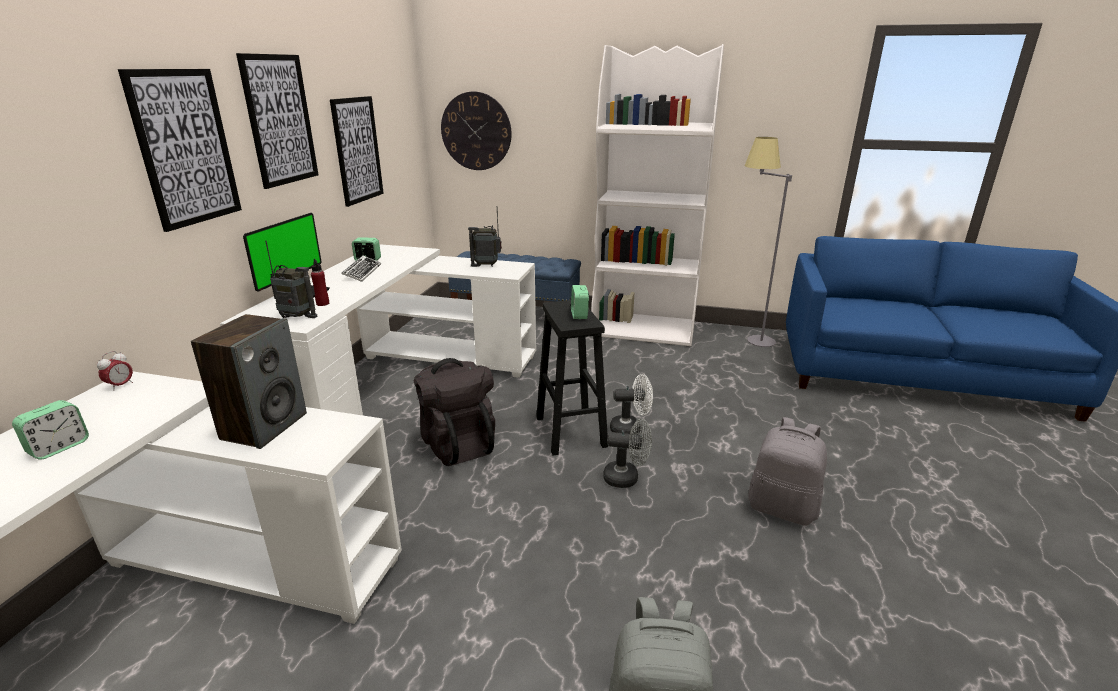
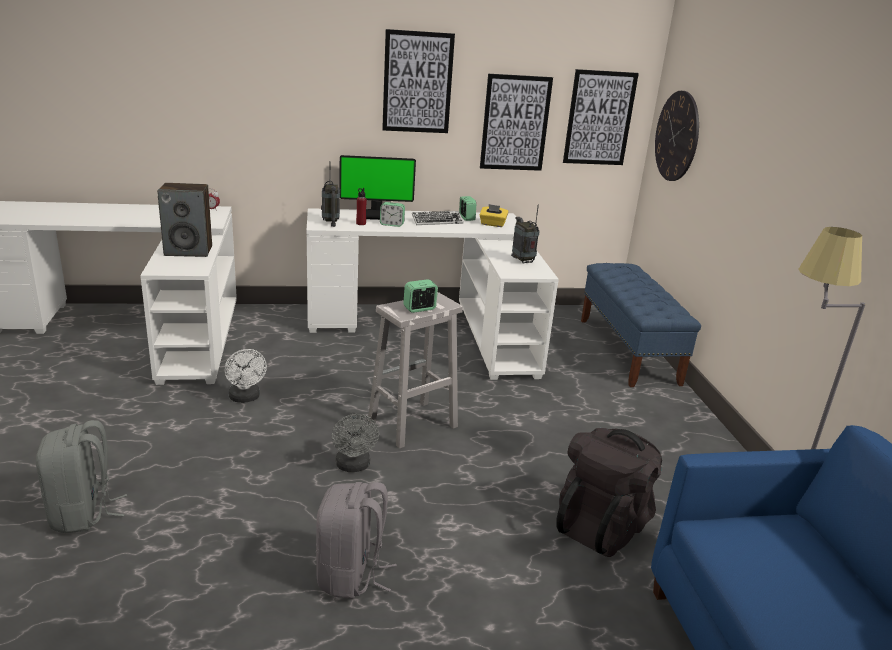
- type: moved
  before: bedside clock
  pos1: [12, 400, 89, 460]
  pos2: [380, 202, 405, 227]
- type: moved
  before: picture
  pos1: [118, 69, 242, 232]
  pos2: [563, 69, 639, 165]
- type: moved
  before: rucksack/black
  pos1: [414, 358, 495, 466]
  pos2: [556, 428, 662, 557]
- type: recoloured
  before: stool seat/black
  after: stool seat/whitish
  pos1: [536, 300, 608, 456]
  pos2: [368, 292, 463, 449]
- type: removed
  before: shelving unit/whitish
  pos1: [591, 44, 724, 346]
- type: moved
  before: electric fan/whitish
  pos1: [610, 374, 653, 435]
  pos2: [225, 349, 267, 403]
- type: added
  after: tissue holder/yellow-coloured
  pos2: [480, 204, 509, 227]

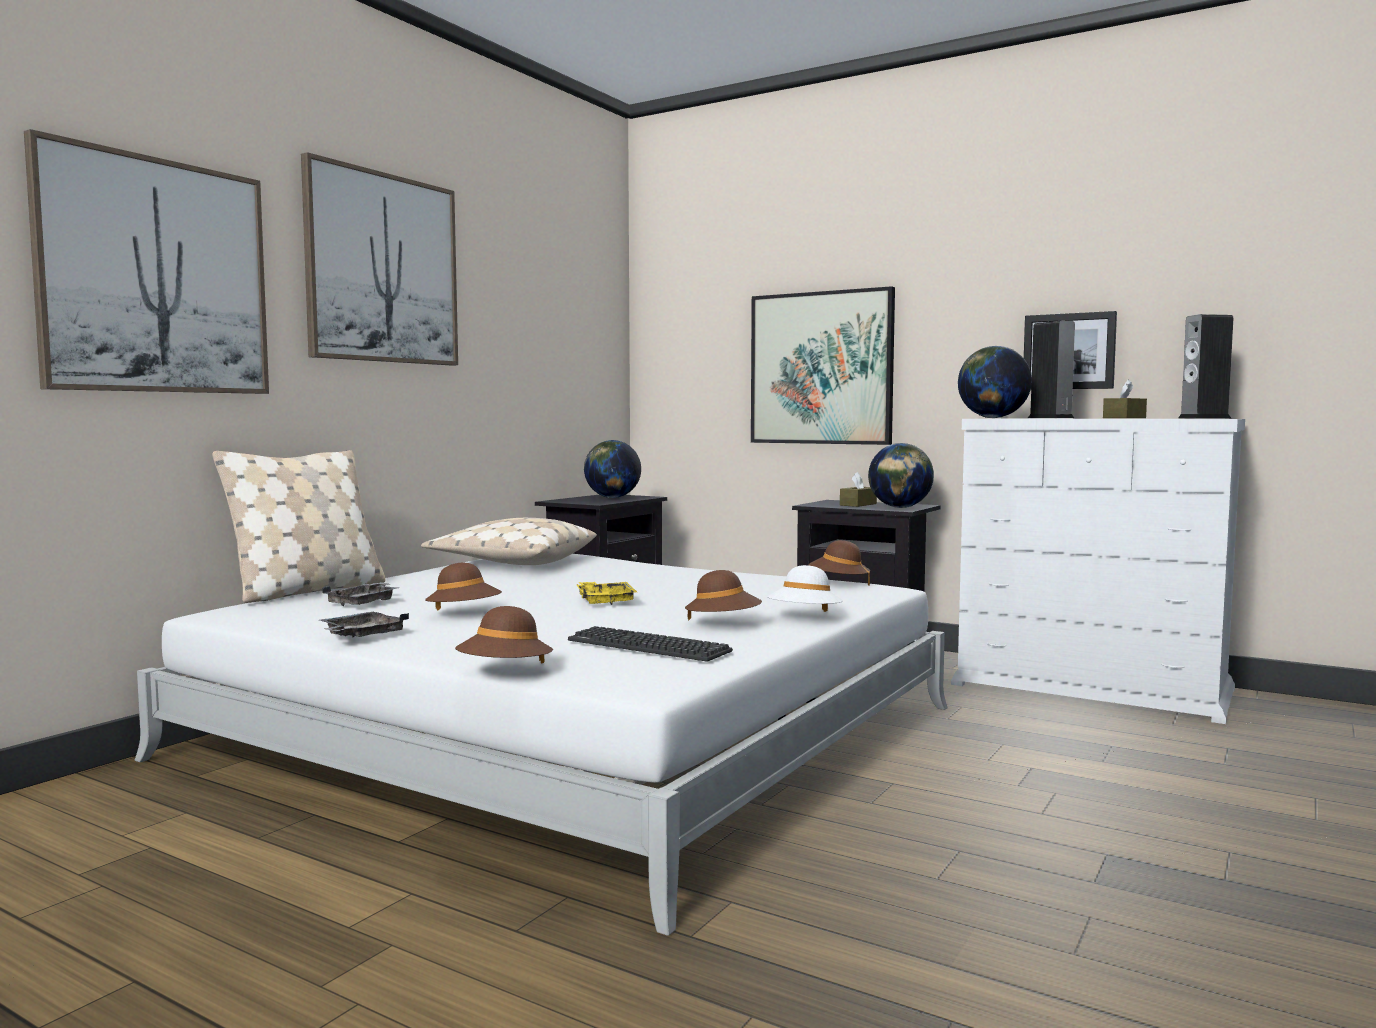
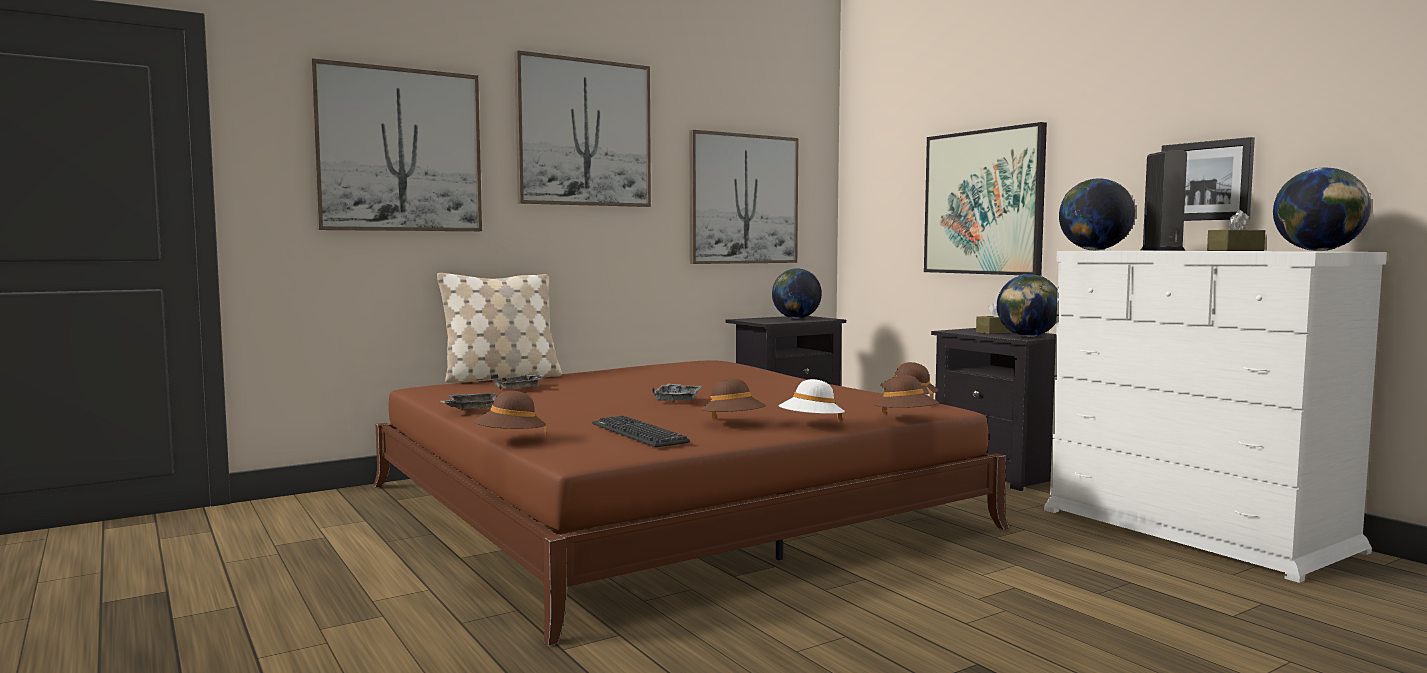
- type: recoloured
  before: bed/whitish
  after: bed/brown
  pos1: [135, 554, 948, 936]
  pos2: [374, 361, 1009, 646]
- type: removed
  before: throw pillow/beige
  pos1: [421, 518, 597, 565]
- type: moved
  before: clothing hat/brown
  pos1: [425, 563, 502, 611]
  pos2: [873, 375, 939, 415]
- type: recoloured
  before: serving tray/yellow-coloured
  after: serving tray/greyish
  pos1: [577, 582, 637, 605]
  pos2: [652, 384, 702, 403]
- type: replaced
  before: loudspeaker
  after: desk globe
  pos1: [1178, 314, 1233, 418]
  pos2: [1273, 168, 1371, 251]
- type: added
  after: picture
  pos2: [690, 130, 798, 264]

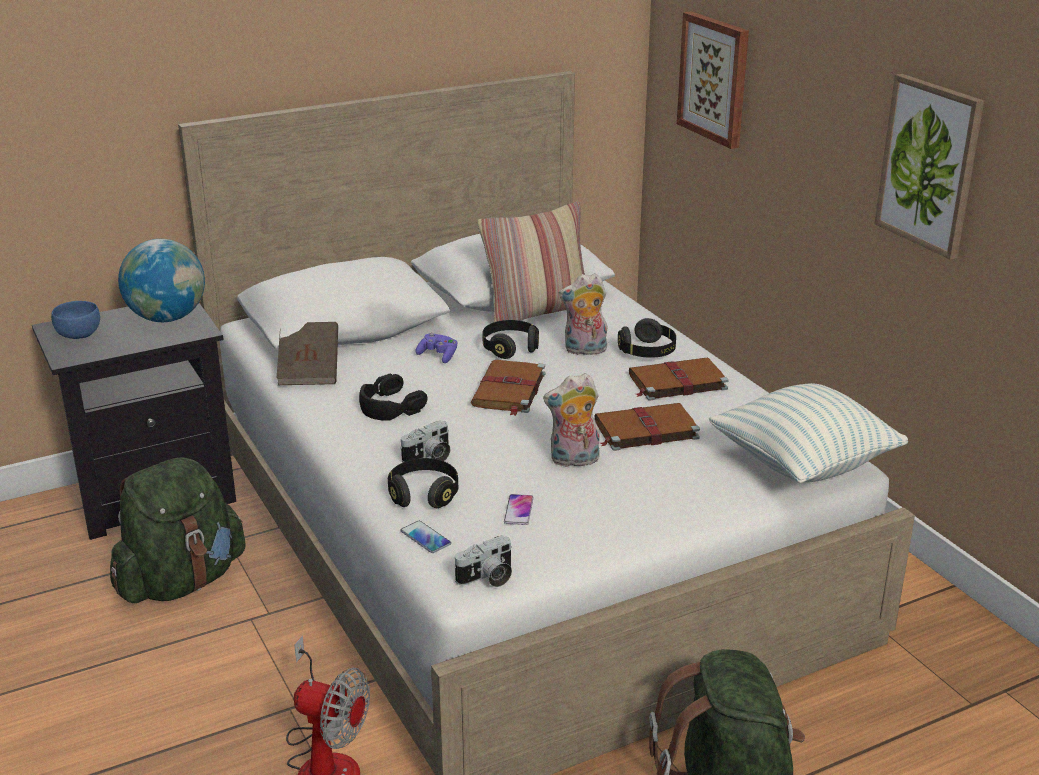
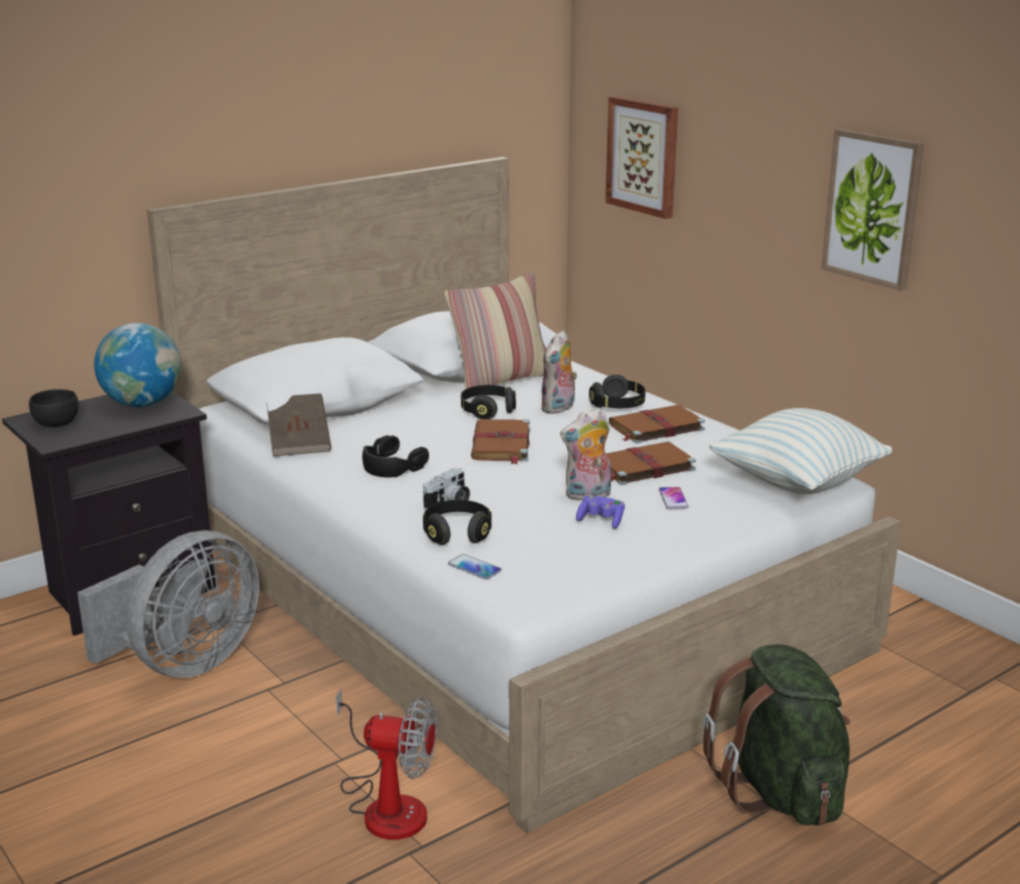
- type: recoloured
  before: deep dish/bluish
  after: deep dish/black
  pos1: [51, 301, 100, 339]
  pos2: [29, 389, 79, 427]
- type: replaced
  before: rucksack/green
  after: electric fan/greyish
  pos1: [110, 457, 246, 603]
  pos2: [77, 530, 259, 678]
- type: moved
  before: game controller/purple
  pos1: [415, 333, 457, 363]
  pos2: [576, 495, 625, 529]
- type: removed
  before: still camera
  pos1: [454, 535, 512, 587]
- type: moved
  before: phone
  pos1: [504, 494, 534, 525]
  pos2: [659, 487, 688, 509]
- type: turned
  before: soft toy
  pos1: [559, 273, 607, 355]
  pos2: [541, 330, 577, 414]
  turn: -45

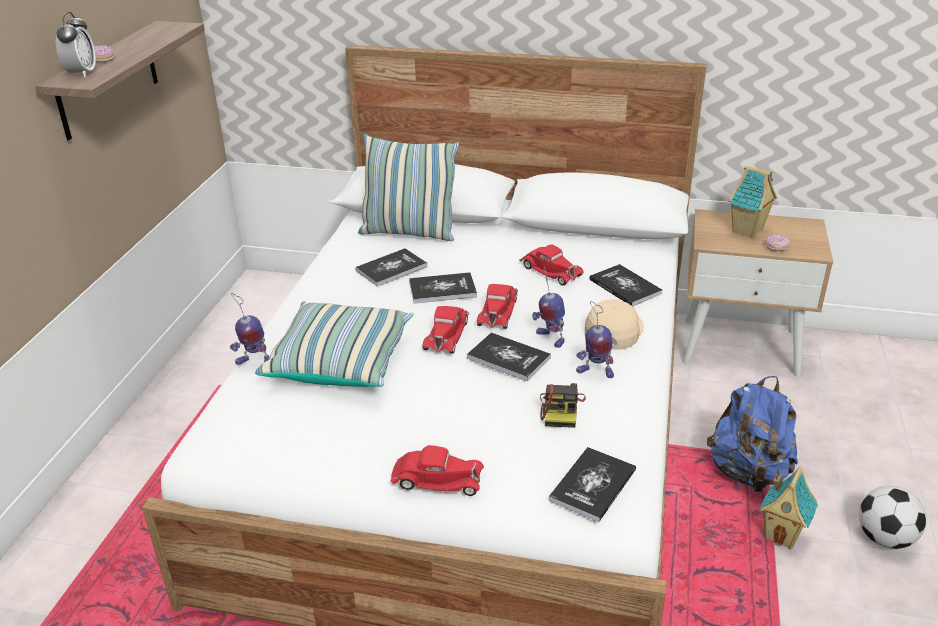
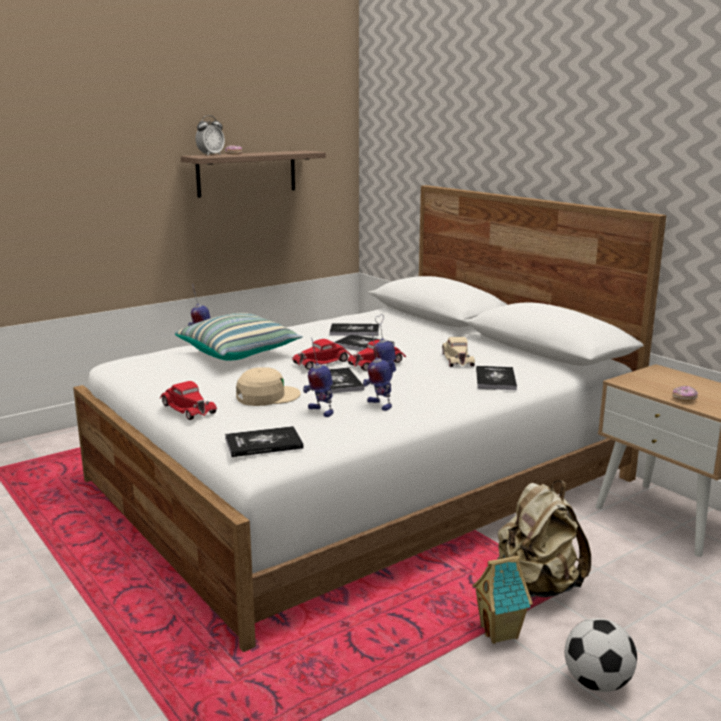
- type: removed
  before: throw pillow
  pos1: [358, 134, 459, 241]
- type: recoloured
  before: toy car/reddish
  after: toy car/beige
  pos1: [519, 244, 584, 286]
  pos2: [442, 337, 475, 367]
- type: replaced
  before: still camera
  after: toy robot
  pos1: [540, 383, 586, 428]
  pos2: [303, 337, 333, 417]
- type: moved
  before: peaked cap/beige
  pos1: [585, 299, 644, 350]
  pos2: [236, 367, 301, 406]
- type: recoloured
  before: rucksack/bluish
  after: rucksack/beige
  pos1: [707, 376, 798, 492]
  pos2: [498, 480, 591, 597]
- type: removed
  before: model house
  pos1: [729, 165, 777, 238]

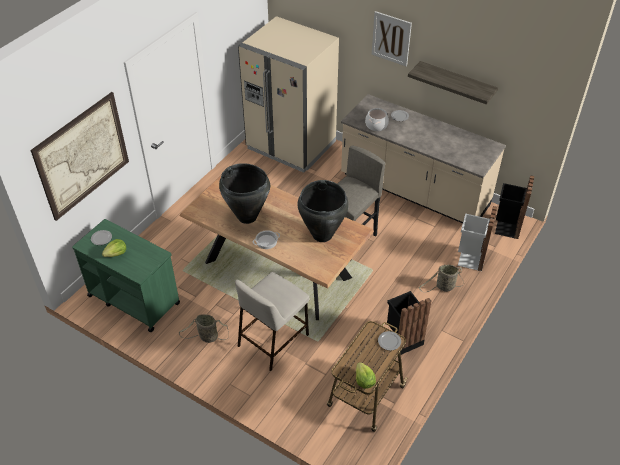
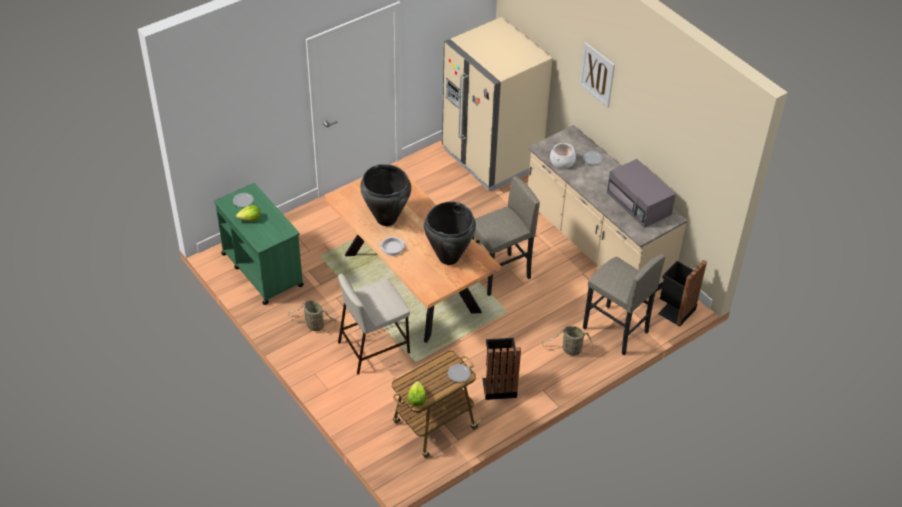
- type: removed
  before: picture
  pos1: [30, 92, 129, 221]
- type: removed
  before: bracket shelf
  pos1: [408, 61, 498, 104]
- type: replaced
  before: trash can/whitish
  after: stool seat/greyish
  pos1: [458, 206, 497, 271]
  pos2: [583, 254, 665, 355]
- type: added
  after: kitchen microwave/greyish
  pos2: [607, 159, 676, 228]

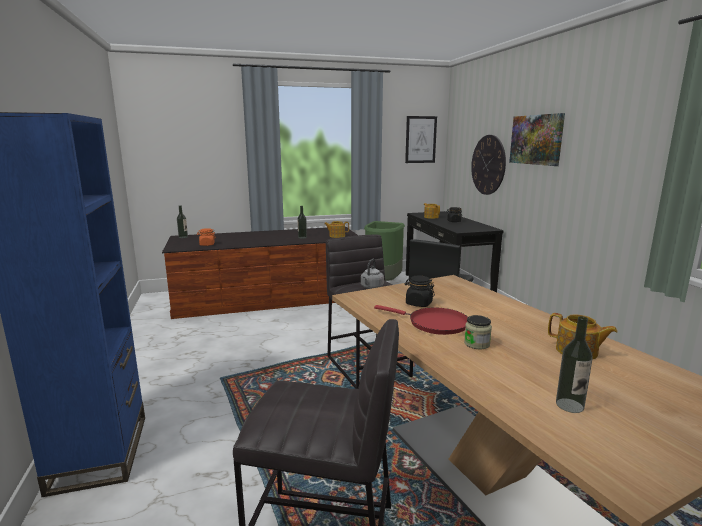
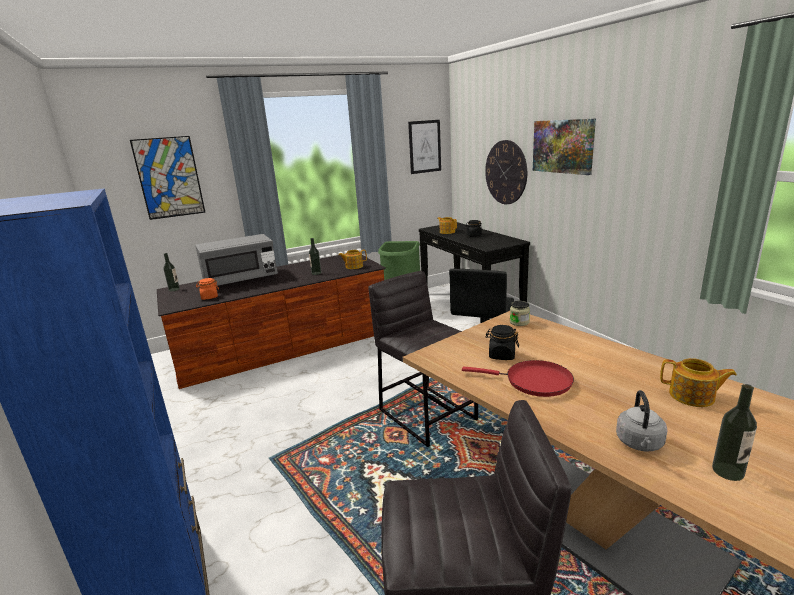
- type: moved
  before: tea kettle/greyish
  pos1: [361, 259, 384, 289]
  pos2: [616, 390, 668, 451]
- type: moved
  before: preserve jar
  pos1: [464, 315, 492, 349]
  pos2: [510, 301, 530, 326]
- type: added
  after: picture
  pos2: [130, 136, 206, 220]
- type: added
  after: kitchen microwave/greyish
  pos2: [195, 234, 278, 286]

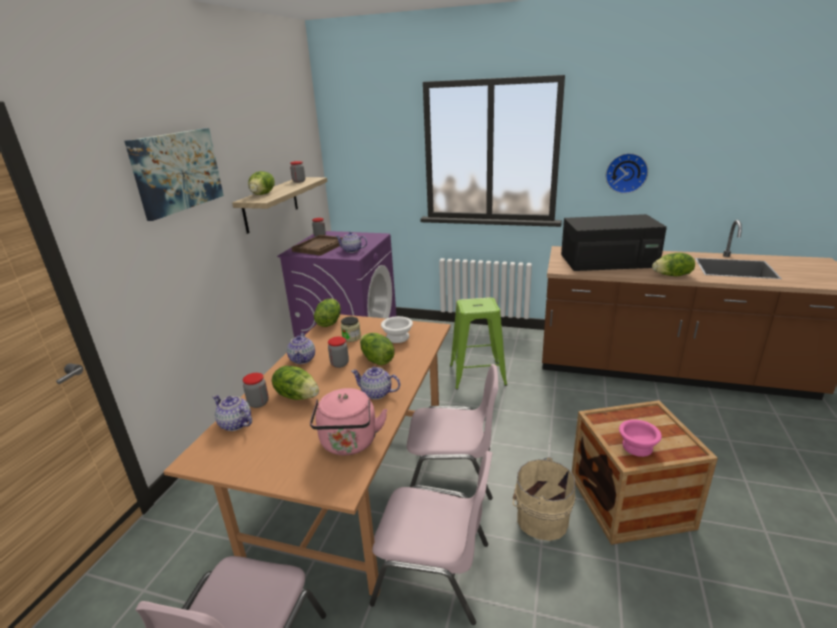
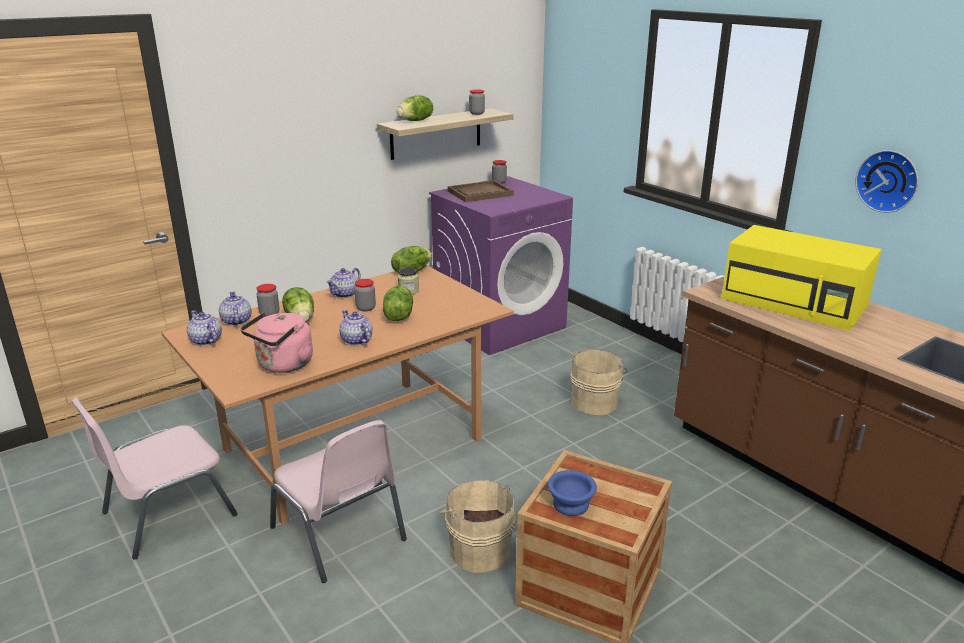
- type: removed
  before: picture
  pos1: [124, 128, 224, 221]
- type: moved
  before: teapot
  pos1: [335, 232, 367, 253]
  pos2: [187, 311, 222, 346]
- type: removed
  before: deep dish/whitish
  pos1: [381, 316, 413, 343]
- type: removed
  before: upright chair/pink
  pos1: [407, 364, 498, 500]
- type: replaced
  before: stool seat/green
  after: bucket/beige
  pos1: [450, 297, 507, 390]
  pos2: [571, 349, 628, 415]
- type: recoloured
  before: kitchen microwave/black
  after: kitchen microwave/yellow-coloured
  pos1: [561, 214, 667, 271]
  pos2: [721, 225, 881, 330]
- type: recoloured
  before: deep dish/pink
  after: deep dish/bluish
  pos1: [619, 419, 662, 457]
  pos2: [548, 470, 597, 516]
- type: removed
  before: head of lettuce
  pos1: [652, 253, 695, 276]

